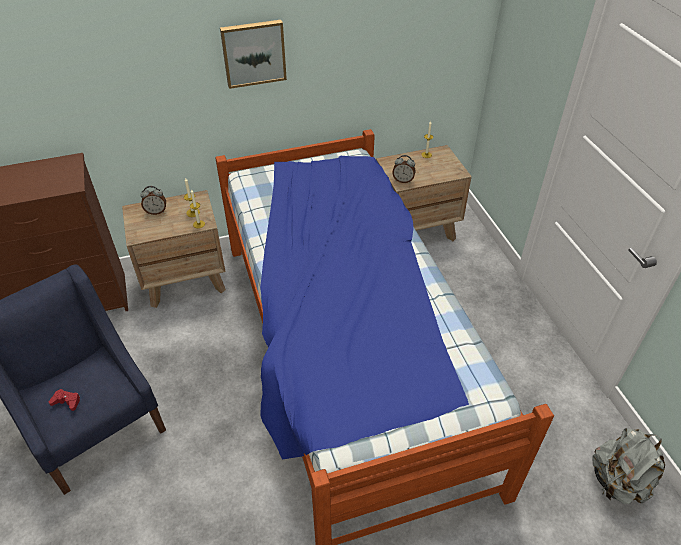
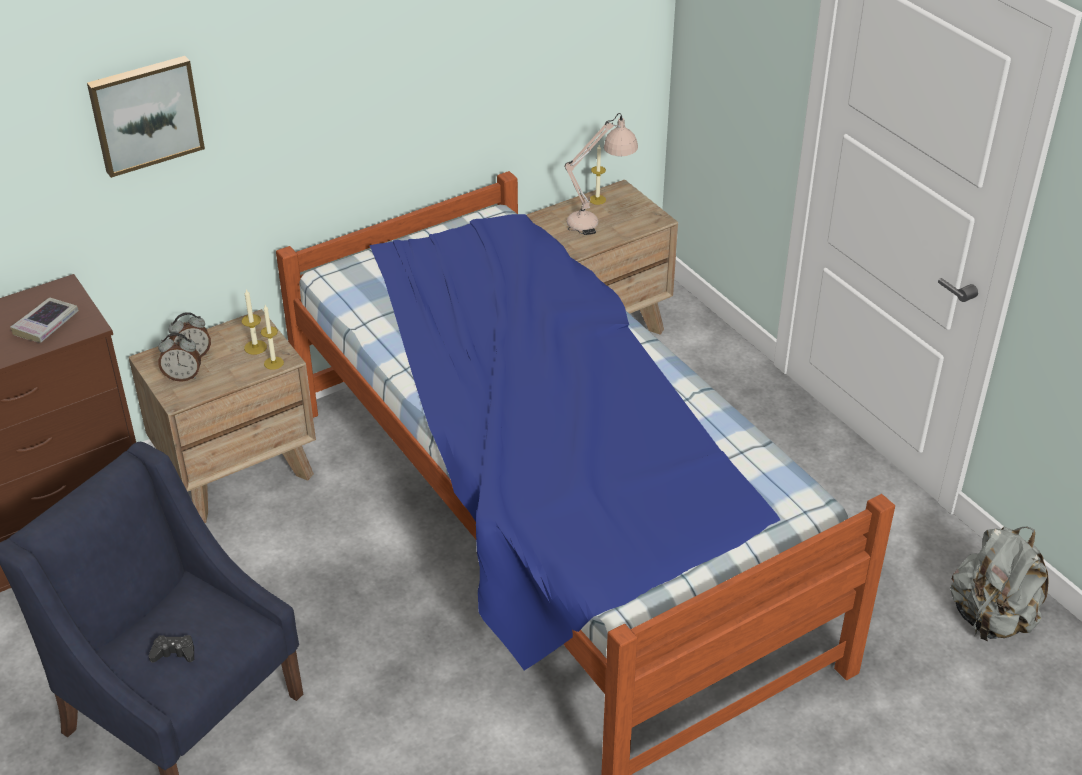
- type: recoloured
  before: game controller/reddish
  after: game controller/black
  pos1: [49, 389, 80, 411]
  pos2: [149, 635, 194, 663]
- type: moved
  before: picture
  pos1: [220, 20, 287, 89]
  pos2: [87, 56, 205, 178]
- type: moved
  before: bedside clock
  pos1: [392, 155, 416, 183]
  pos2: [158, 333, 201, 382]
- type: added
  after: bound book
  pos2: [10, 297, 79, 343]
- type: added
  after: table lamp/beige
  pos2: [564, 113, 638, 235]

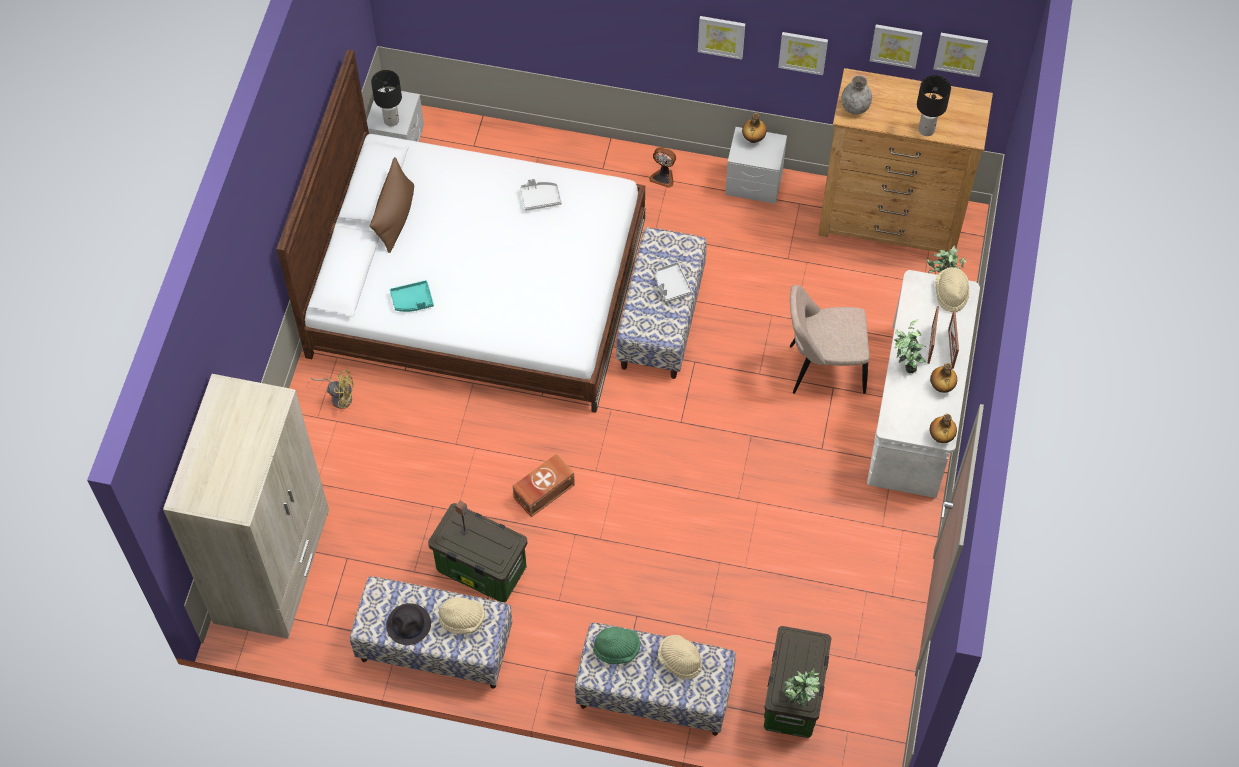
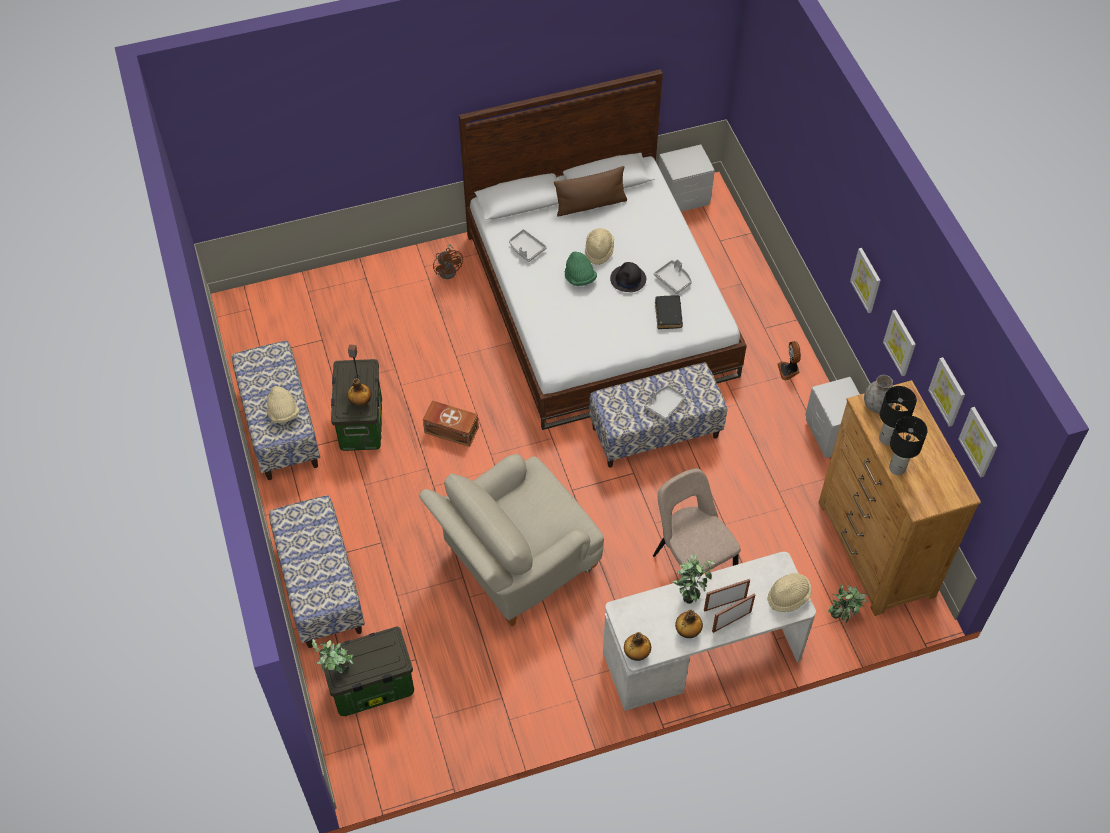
- type: removed
  before: armoire/beige
  pos1: [163, 374, 329, 639]
- type: recoloured
  before: electric fan/yellow-coloured
  after: electric fan/brown
  pos1: [311, 369, 353, 409]
  pos2: [433, 244, 463, 279]
- type: moved
  before: table lamp/black
  pos1: [371, 70, 402, 126]
  pos2: [879, 386, 917, 445]
- type: moved
  before: clothing hat/black
  pos1: [386, 603, 431, 645]
  pos2: [610, 262, 646, 292]
- type: recoloured
  before: serving tray/turquoise
  after: serving tray/greyish
  pos1: [390, 280, 434, 312]
  pos2: [509, 229, 547, 262]
- type: moved
  before: clothing hat/green
  pos1: [593, 627, 641, 664]
  pos2: [565, 252, 597, 286]
- type: moved
  before: clothing hat/beige
  pos1: [658, 635, 702, 680]
  pos2: [585, 228, 614, 265]
- type: moved
  before: drink bottle
  pos1: [742, 113, 767, 143]
  pos2: [347, 379, 372, 407]
- type: added
  after: easy chair/beige
  pos2: [419, 454, 604, 627]
- type: added
  after: bound book/black
  pos2: [655, 295, 683, 329]

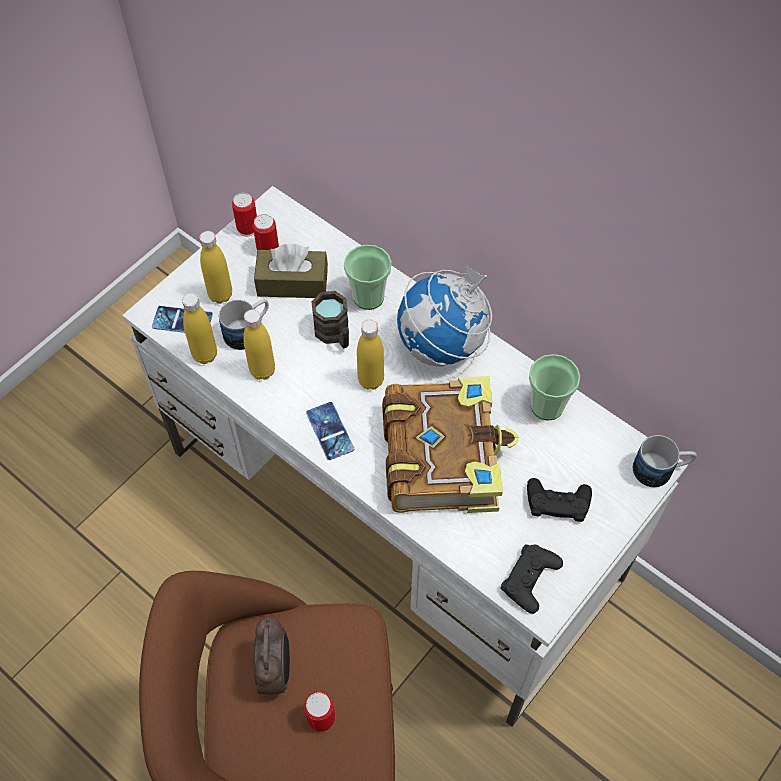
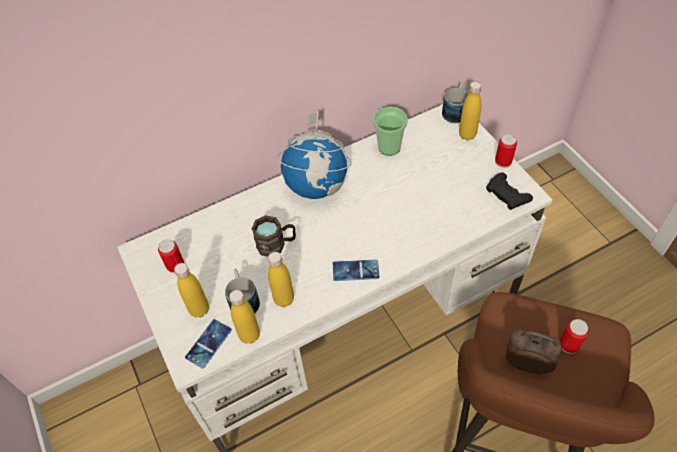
- type: moved
  before: sealed can
  pos1: [232, 193, 257, 236]
  pos2: [495, 134, 517, 168]
- type: removed
  before: tissue holder/brown
  pos1: [254, 244, 328, 298]
- type: removed
  before: drinking cup
  pos1: [344, 245, 392, 310]
- type: moved
  before: drink bottle/yellow-coloured
  pos1: [357, 320, 384, 390]
  pos2: [459, 81, 482, 141]
- type: removed
  before: bound book
  pos1: [382, 376, 519, 513]
- type: removed
  before: game controller/black
  pos1: [527, 478, 592, 522]

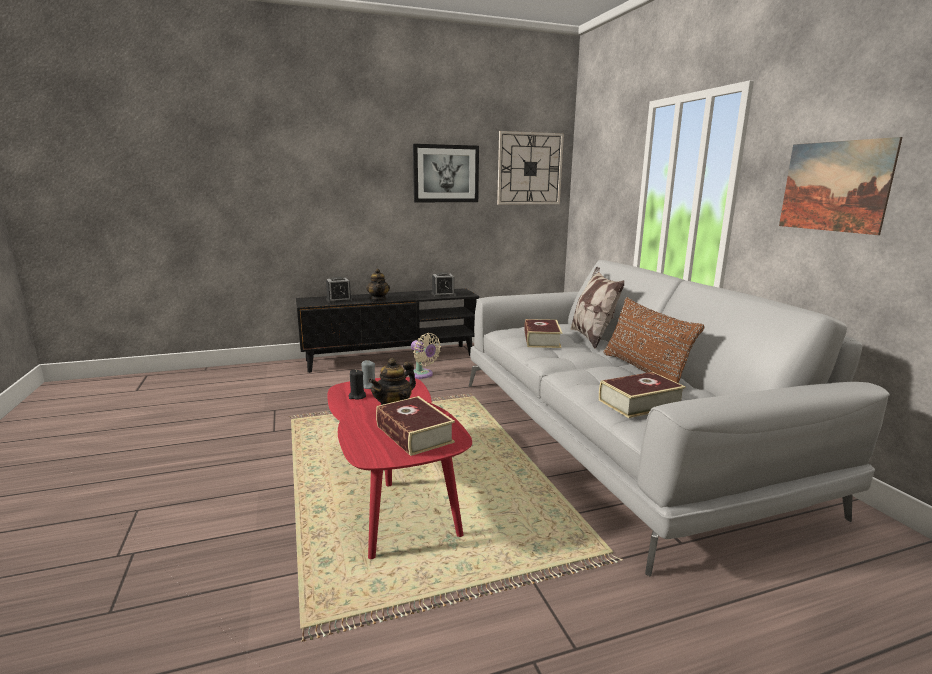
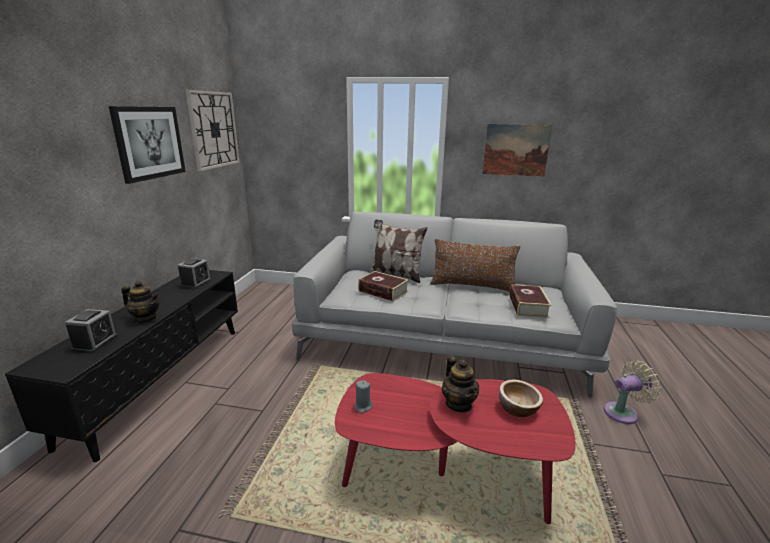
- type: removed
  before: wax light/black
  pos1: [349, 370, 366, 400]
- type: replaced
  before: bound book
  after: deep dish
  pos1: [376, 396, 455, 456]
  pos2: [499, 380, 543, 417]
- type: moved
  before: electric fan/beige
  pos1: [411, 333, 441, 379]
  pos2: [604, 360, 661, 424]

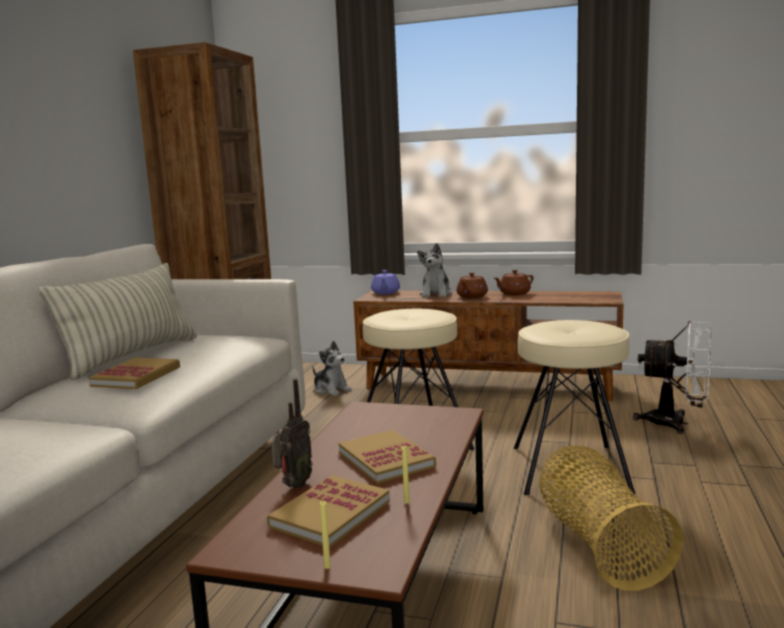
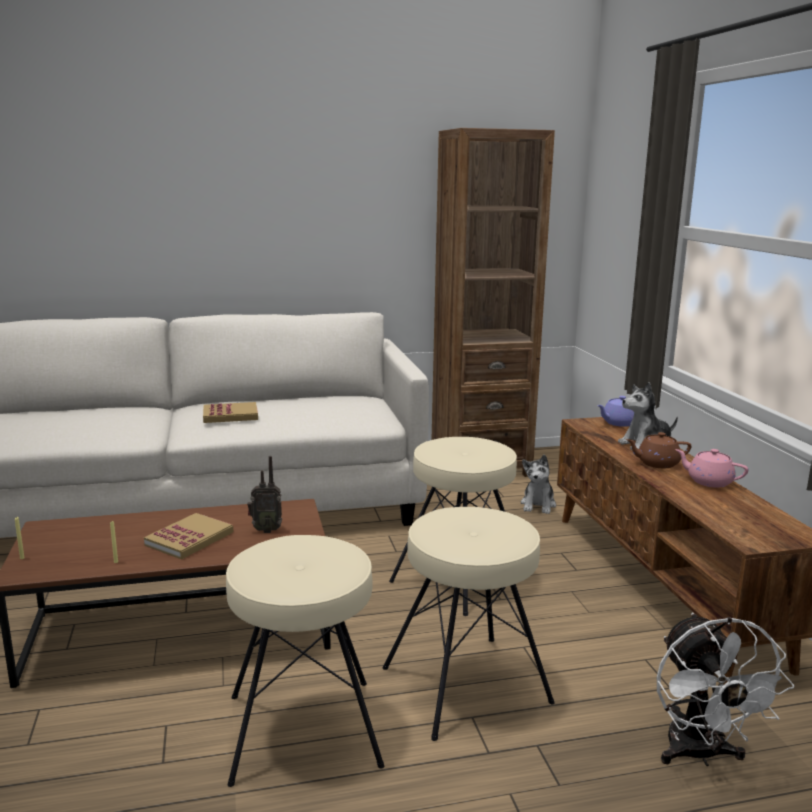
- type: removed
  before: throw pillow
  pos1: [38, 263, 197, 380]
- type: removed
  before: bound book
  pos1: [267, 475, 390, 548]
- type: moved
  before: radio
  pos1: [271, 379, 313, 488]
  pos2: [247, 456, 282, 533]
- type: recoloured
  before: teapot/brown
  after: teapot/pink
  pos1: [494, 270, 534, 295]
  pos2: [675, 449, 749, 488]
- type: replaced
  before: household basket
  after: stool seat/beige
  pos1: [539, 446, 683, 591]
  pos2: [226, 535, 384, 787]

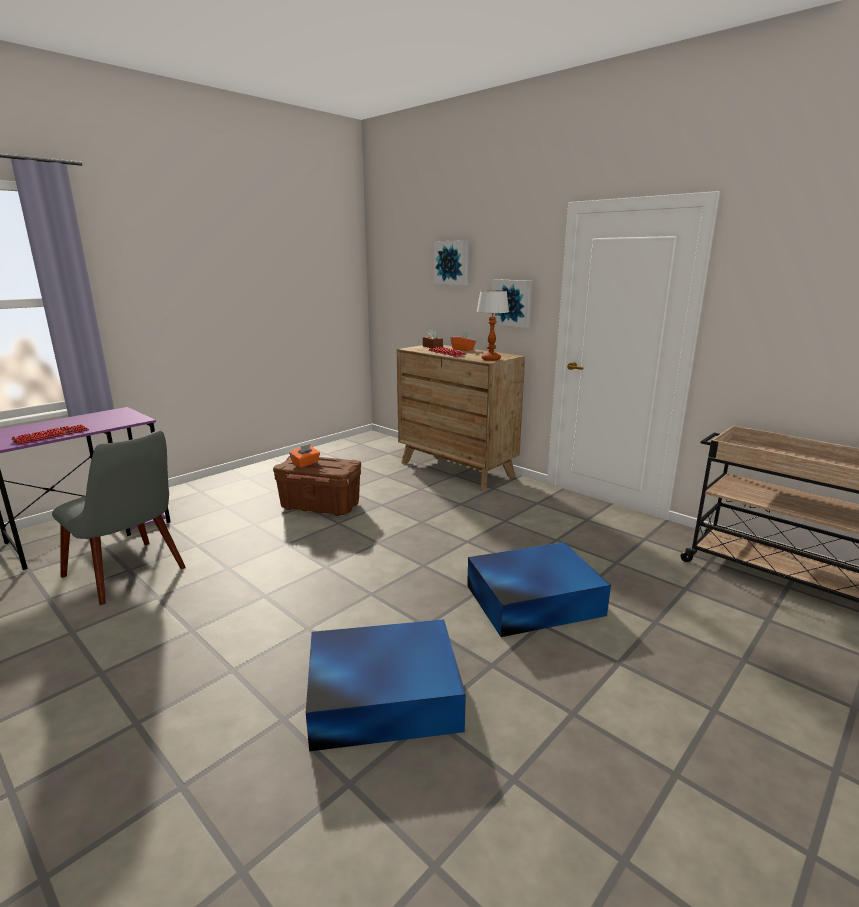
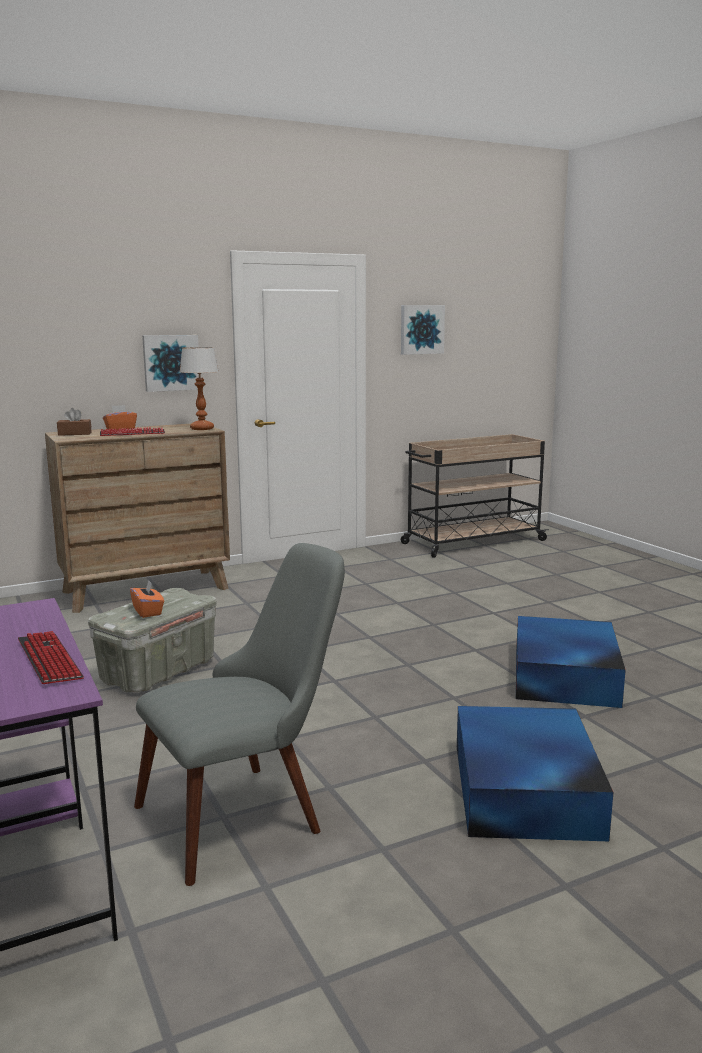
- type: recoloured
  before: storage container/brown
  after: storage container/greyish
  pos1: [273, 456, 361, 516]
  pos2: [88, 588, 217, 692]
- type: moved
  before: picture
  pos1: [434, 240, 469, 285]
  pos2: [401, 305, 445, 355]
- type: moved
  before: storage container/bluish
  pos1: [467, 542, 611, 637]
  pos2: [457, 706, 613, 841]

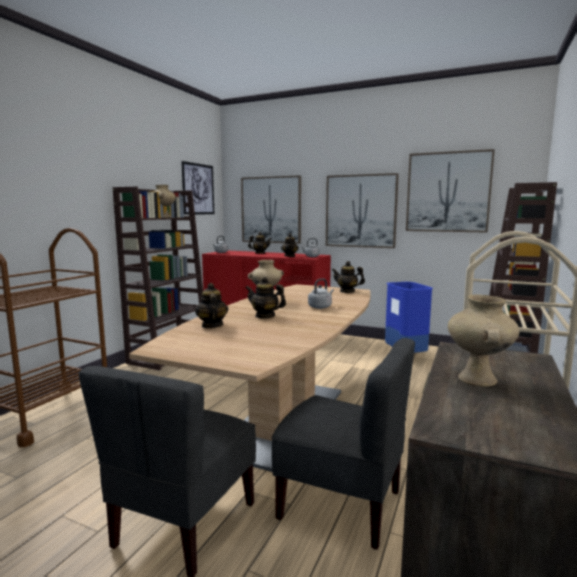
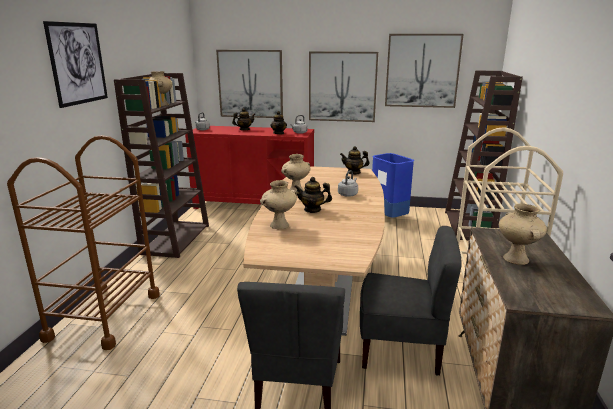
- type: moved
  before: picture
  pos1: [181, 161, 214, 215]
  pos2: [43, 21, 108, 108]
- type: replaced
  before: teapot
  after: decorative vase/beige
  pos1: [195, 283, 228, 328]
  pos2: [260, 180, 297, 229]

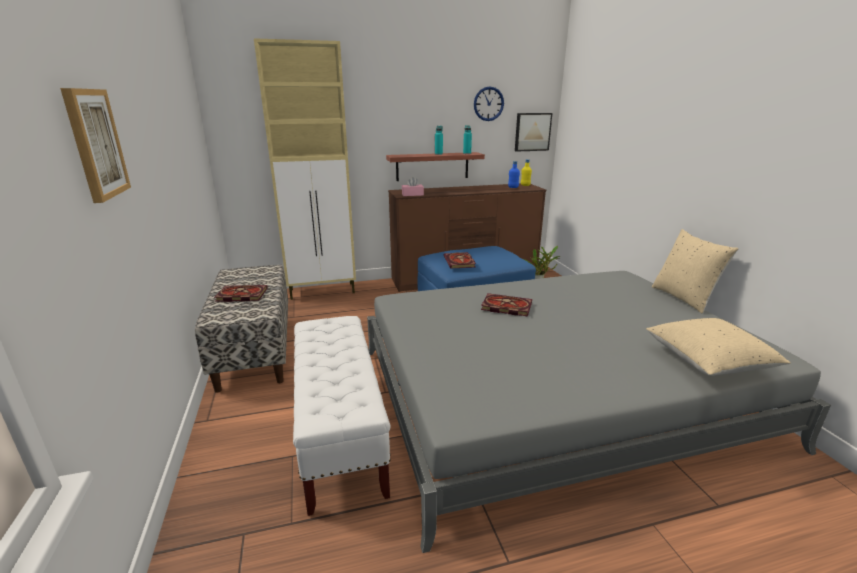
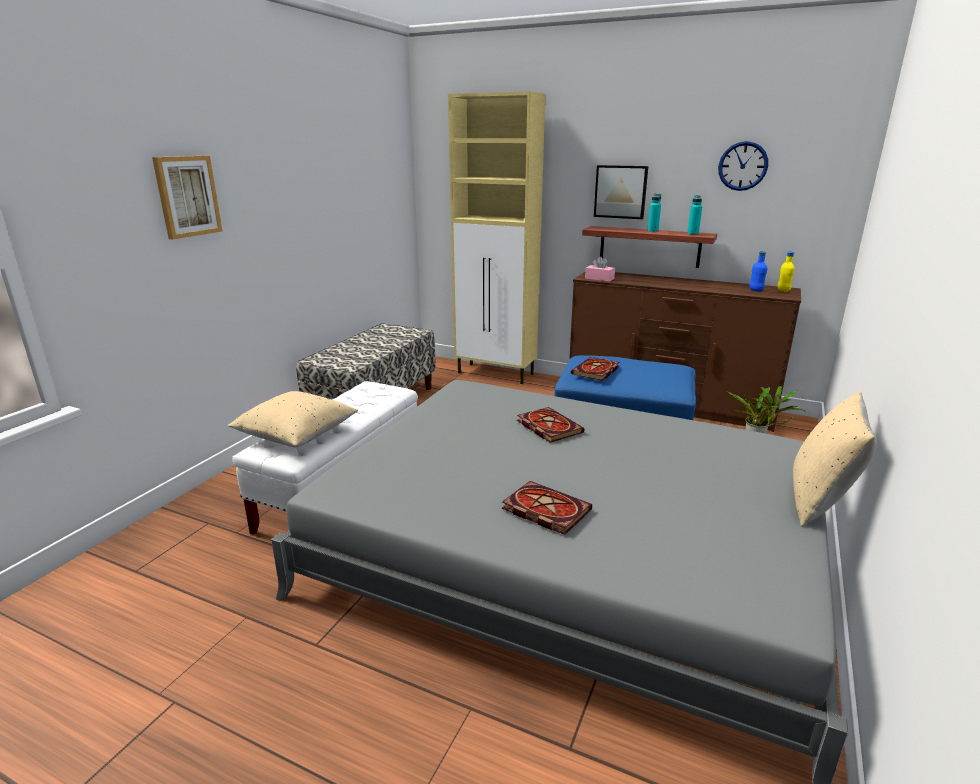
- type: moved
  before: bound book
  pos1: [214, 285, 268, 302]
  pos2: [502, 481, 592, 535]
- type: moved
  before: picture
  pos1: [515, 113, 552, 152]
  pos2: [594, 165, 648, 219]
- type: moved
  before: throw pillow/beige
  pos1: [646, 318, 791, 376]
  pos2: [228, 391, 358, 447]

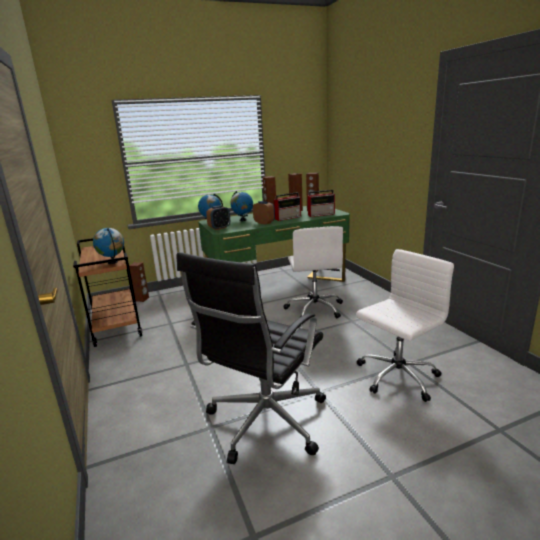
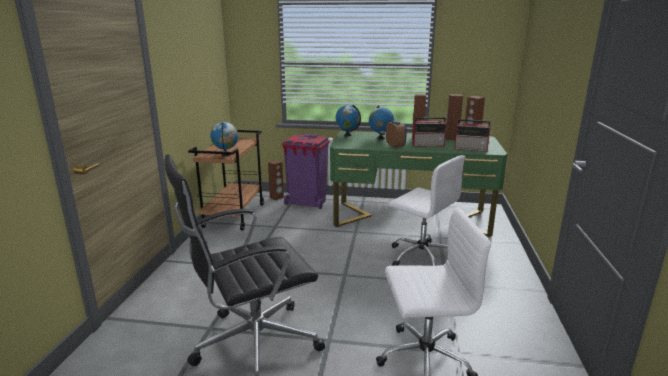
- type: removed
  before: bedside clock
  pos1: [206, 205, 230, 230]
- type: turned
  before: computer chair/whitish
  pos1: [283, 226, 343, 318]
  pos2: [388, 155, 465, 266]
  turn: -75
- type: added
  after: trash can/purple
  pos2: [282, 134, 329, 209]

